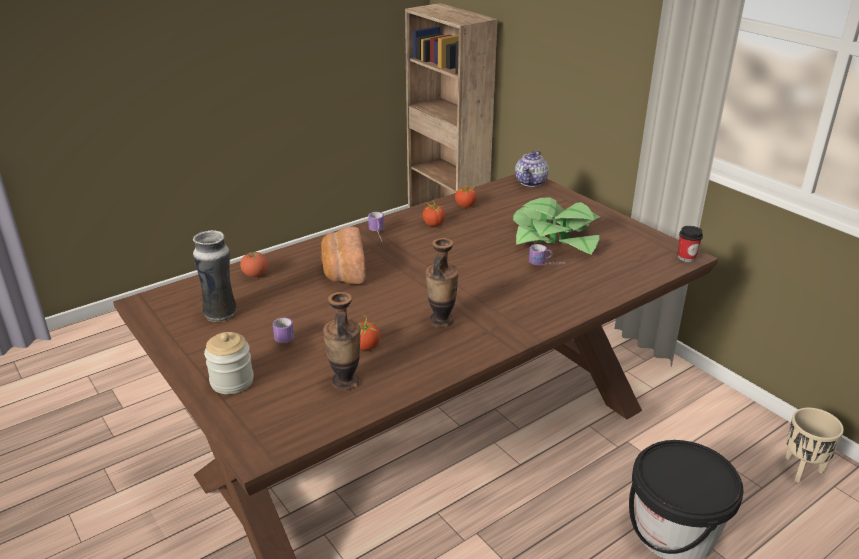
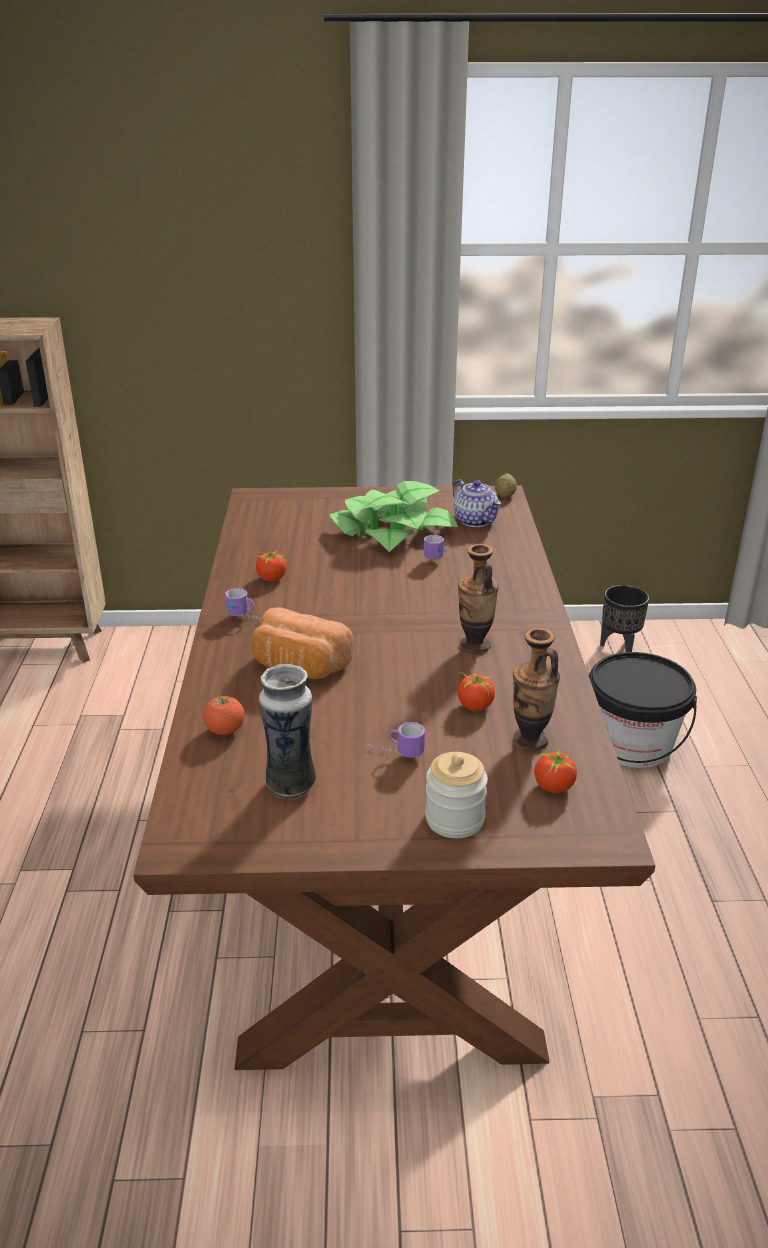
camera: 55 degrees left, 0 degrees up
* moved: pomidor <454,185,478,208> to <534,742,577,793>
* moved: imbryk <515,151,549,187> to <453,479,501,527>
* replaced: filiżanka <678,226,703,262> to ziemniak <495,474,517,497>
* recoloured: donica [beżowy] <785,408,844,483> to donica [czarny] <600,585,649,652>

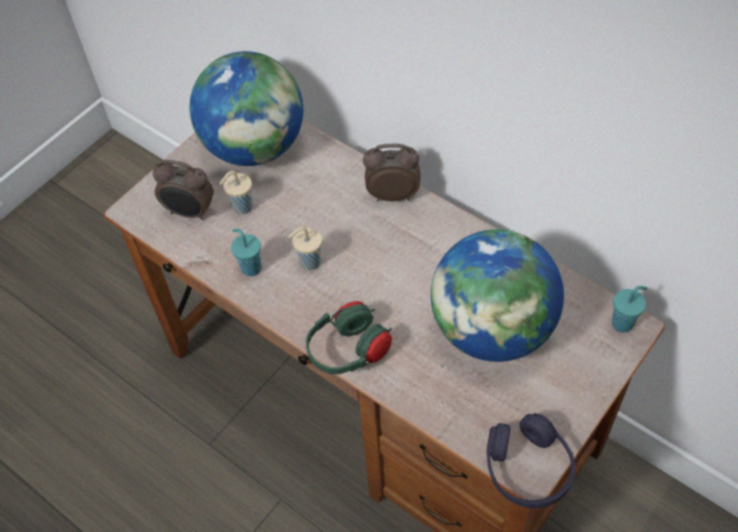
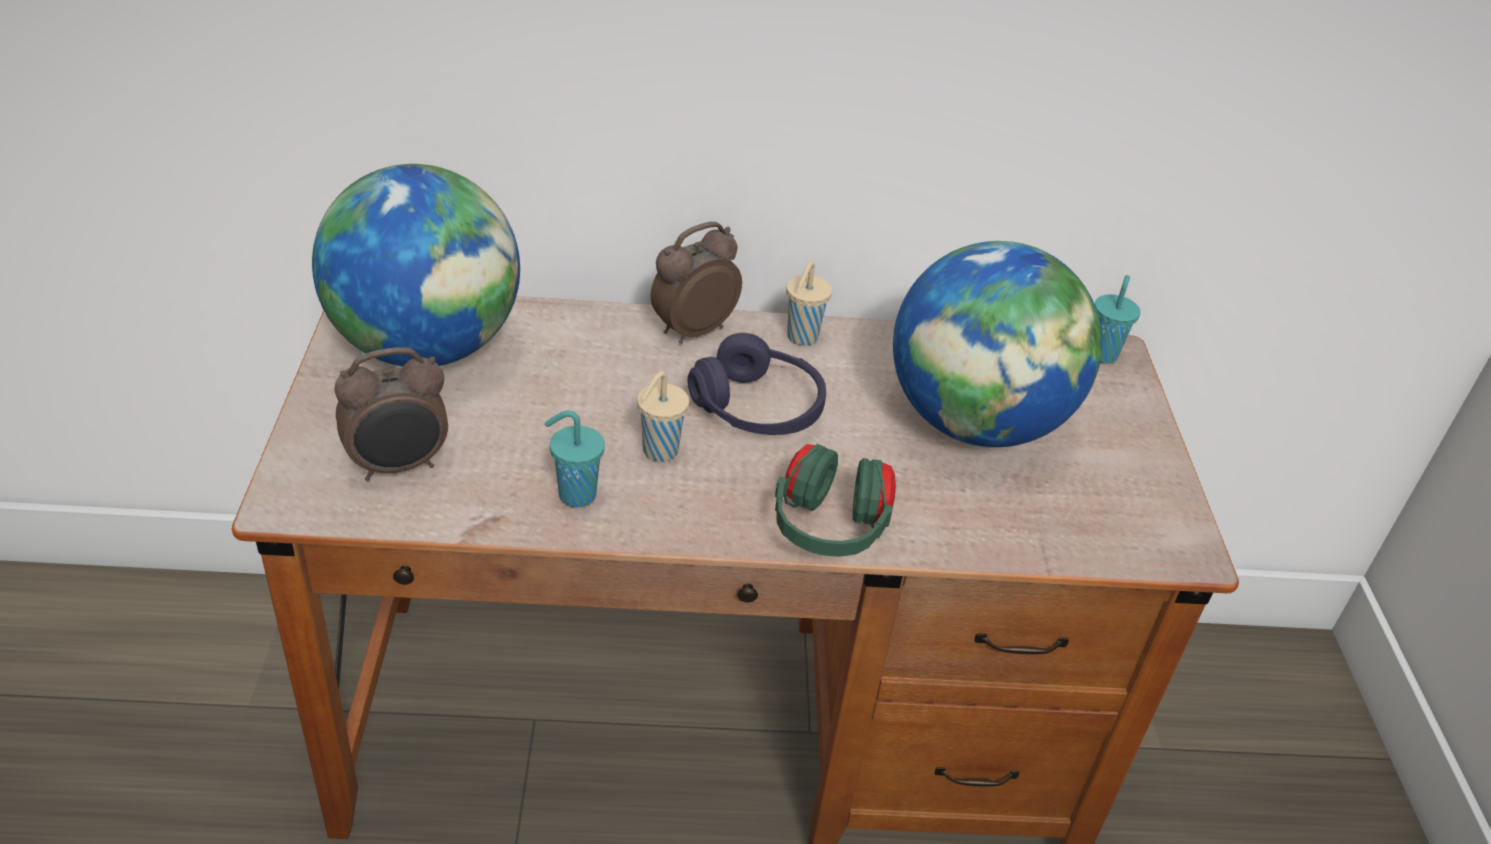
camera: 45 degrees left, 15 degrees down
* moved: filiżanka [beżowy] <220,171,253,214> to <786,261,832,345>
* moved: słuchawki [fioletowy] <486,413,575,508> to <688,333,826,435>

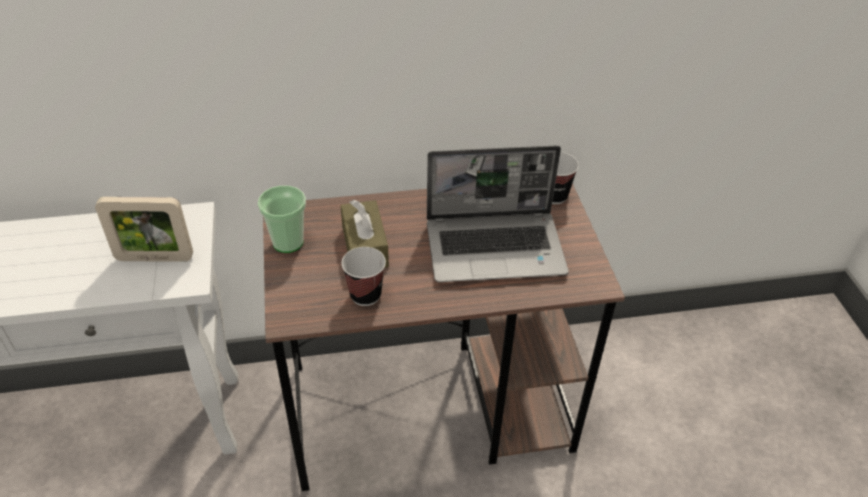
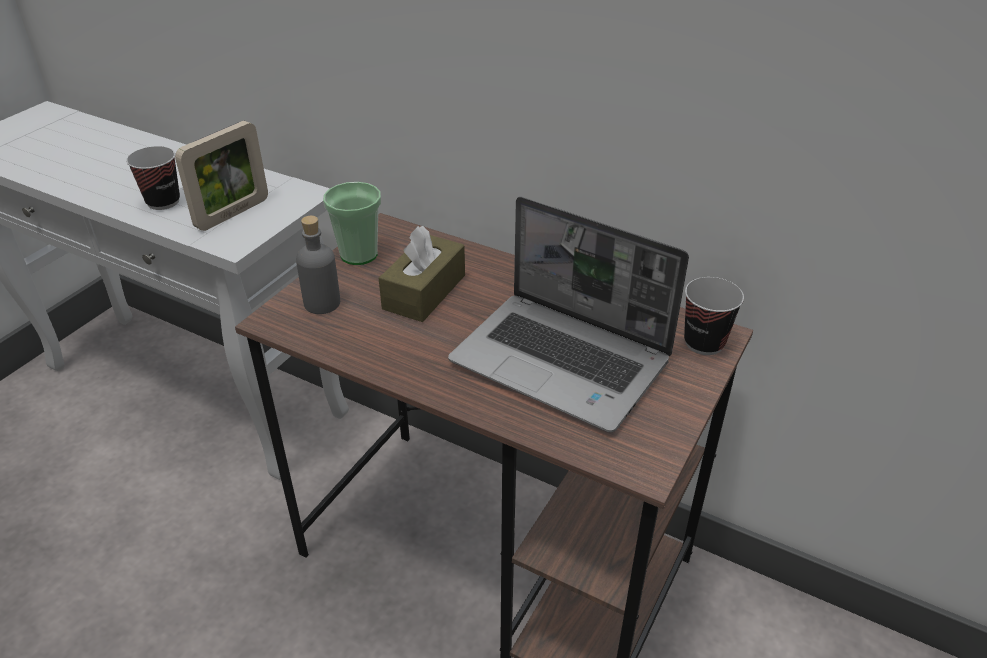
camera: 40 degrees right, 5 degrees down
* added: butelka [szary] <296,216,340,314>
* moved: filiżanka <341,247,386,306> to <126,146,180,210>
* turned: ramka na zdjęcie <95,197,193,262> = <175,121,268,231> 90 degrees counterclockwise

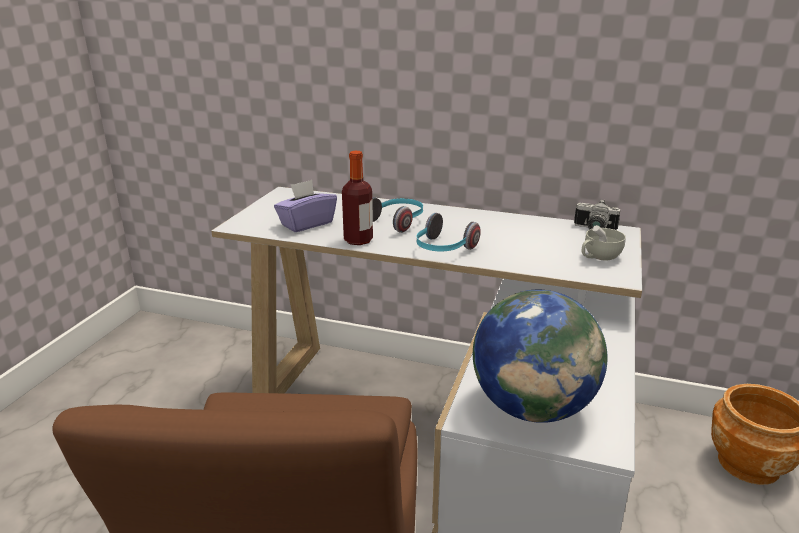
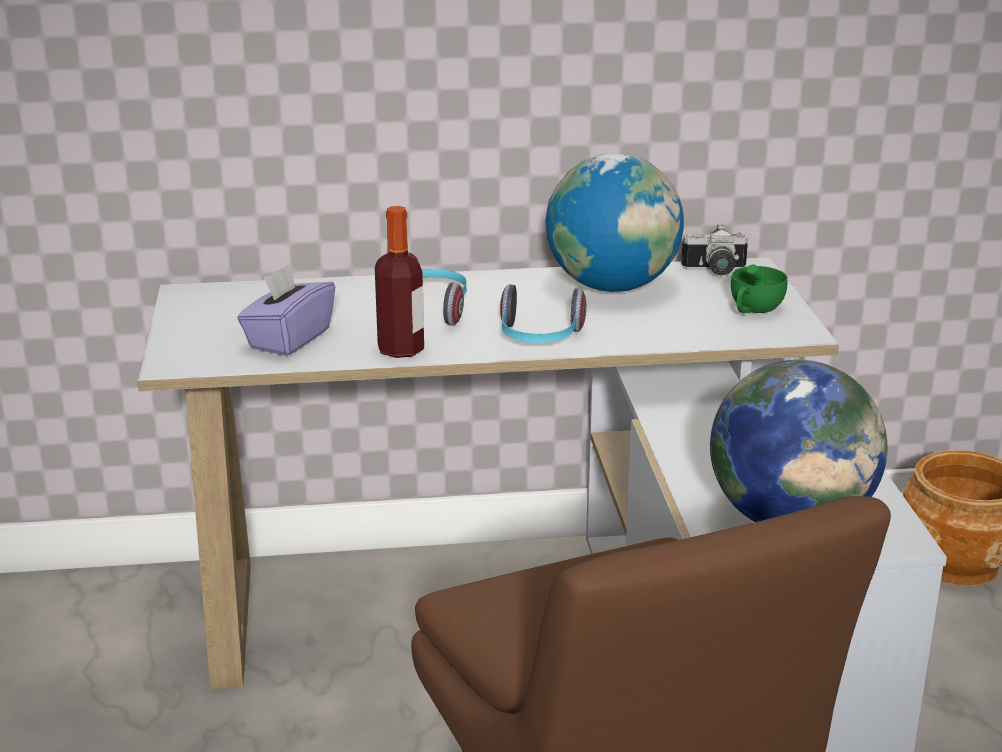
camera: 25 degrees left, 0 degrees up
* added: globus <545,153,684,292>
* recoloured: filiżanka [biały] <582,225,626,261> to filiżanka [zielony] <731,264,788,313>

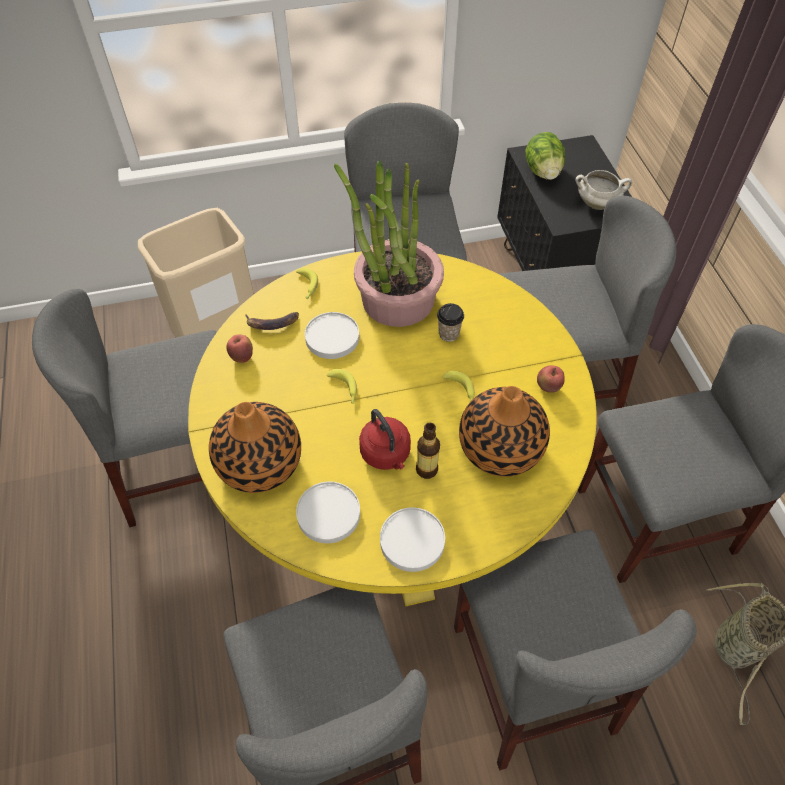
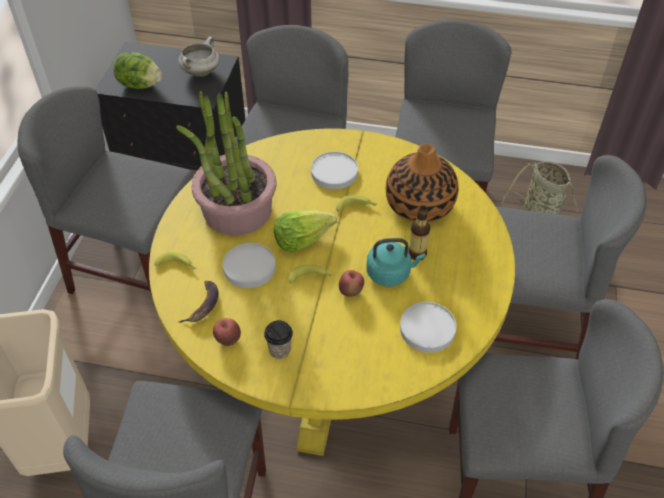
camera: 65 degrees left, 5 degrees down
* removed: wazon <209,402,301,493>
* added: sałata <274,210,337,252>
* moved: talerz [biały] <380,507,445,572> to <311,151,358,189>
* moved: filiżanka <437,303,464,342> to <264,320,293,359>
* moved: jabłko <537,365,565,393> to <339,270,364,297>
* recoloured: czajnik [czerwony] <359,409,411,470> to czajnik [turkusowy] <366,238,426,286>

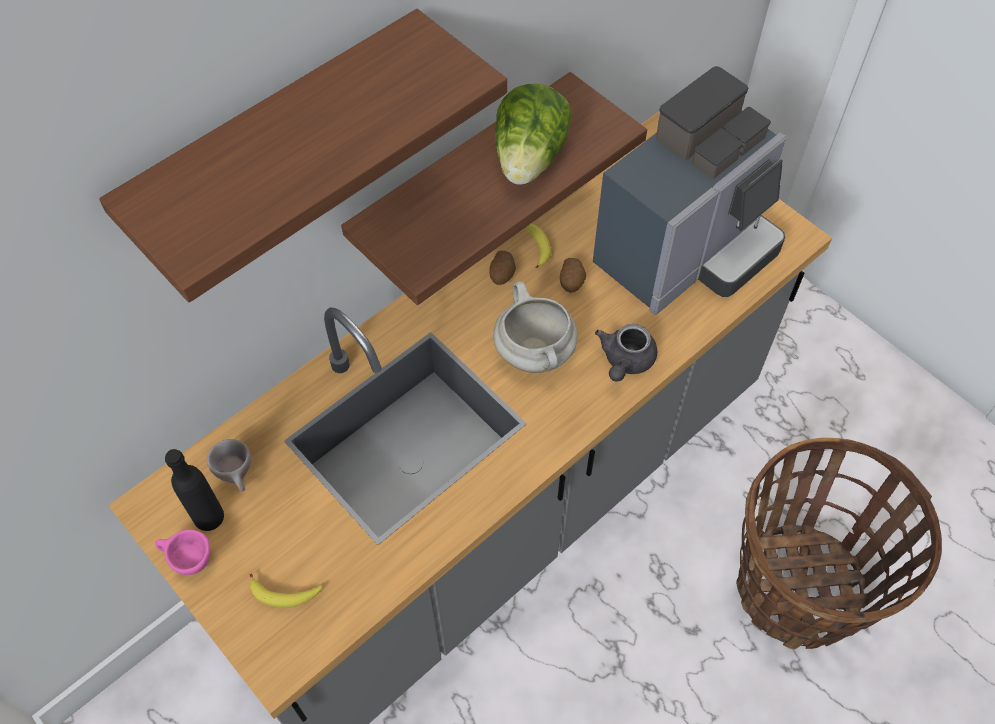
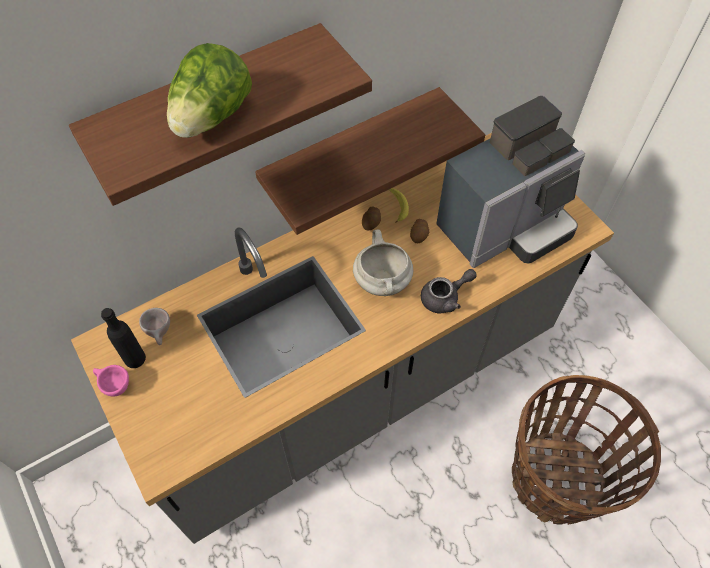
camera: 10 degrees right, 0 degrees up
* removed: banan <250,573,323,608>
* moved: sałata <495,84,572,185> to <167,43,252,138>
* turned: imbryk [szary] <595,324,657,382> = <421,269,476,313> 150 degrees counterclockwise

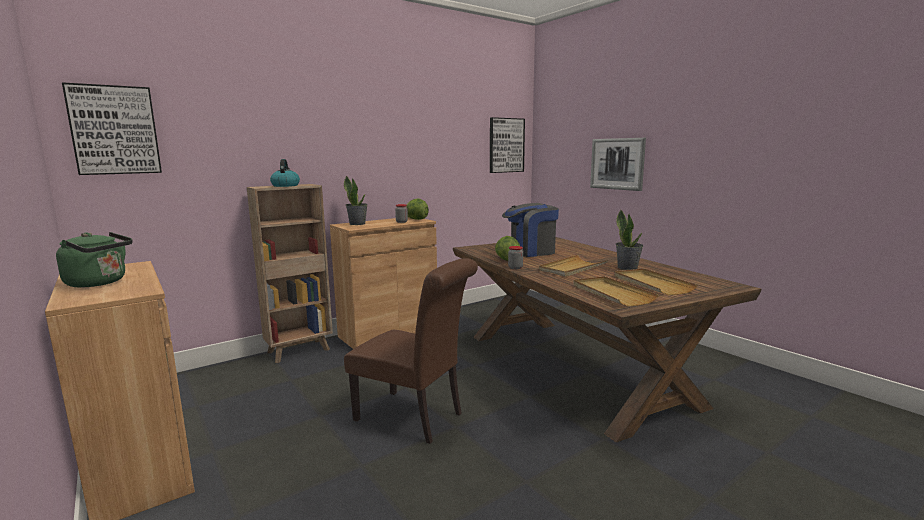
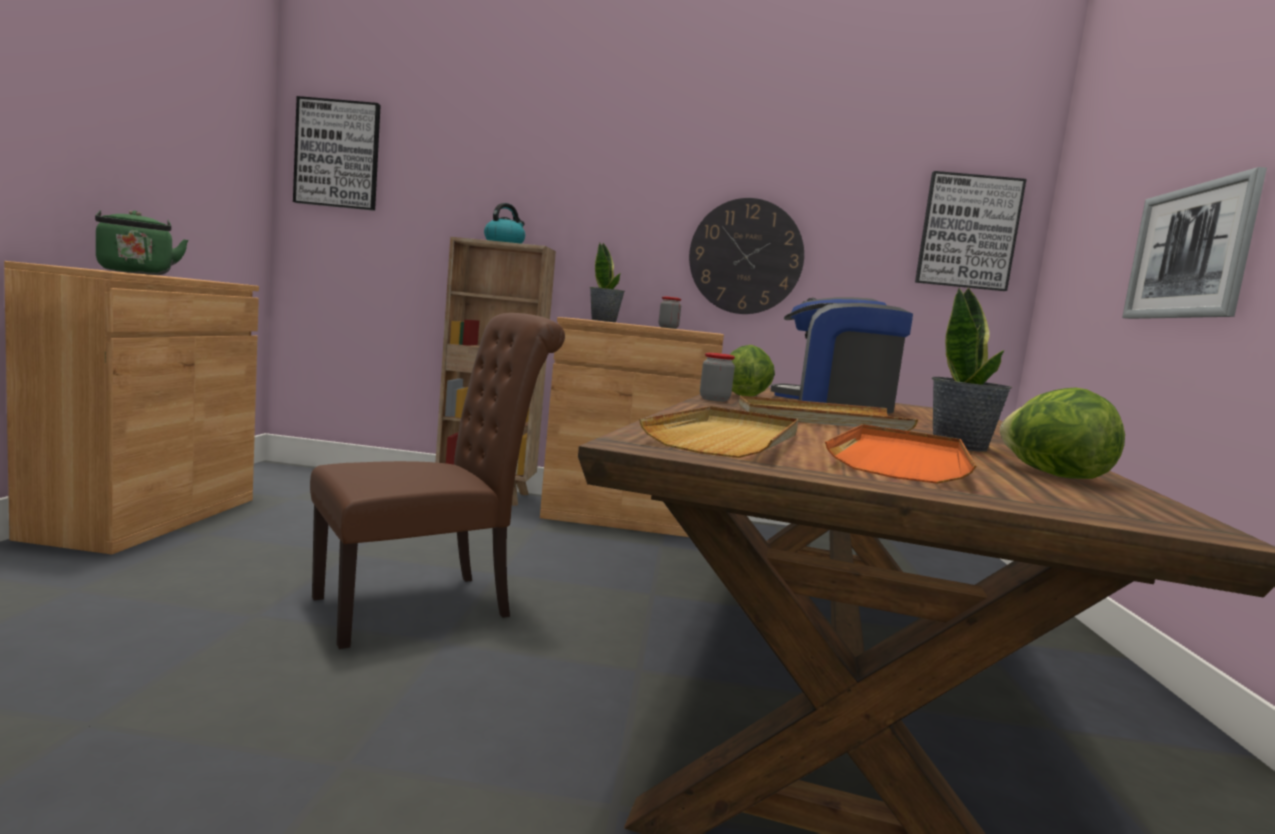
camera: 40 degrees right, 5 degrees down
* added: zegar ścienny <689,198,804,314>
* moved: sałata <406,199,429,220> to <1000,387,1125,479>
* recoloured: taca [beżowy] <615,268,697,295> to taca [pomarańczowy] <825,424,977,484>
* turned: krzesło [brązowy] <344,258,478,444> = <310,313,565,649> 105 degrees counterclockwise

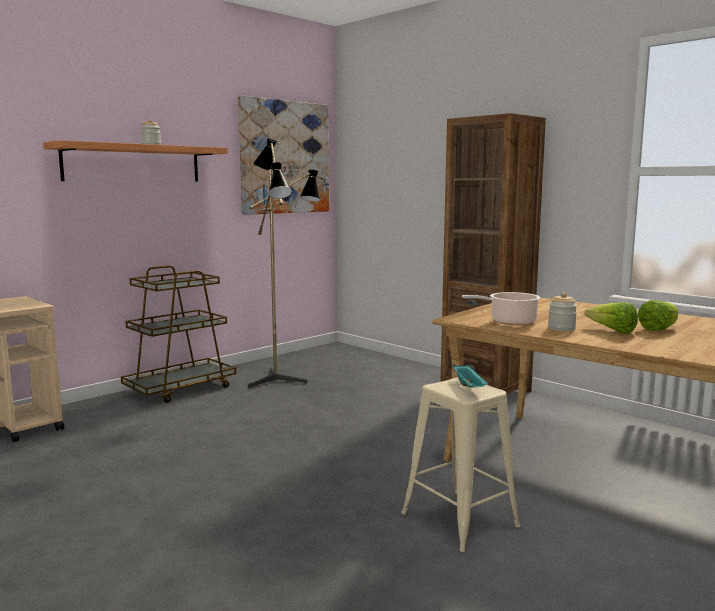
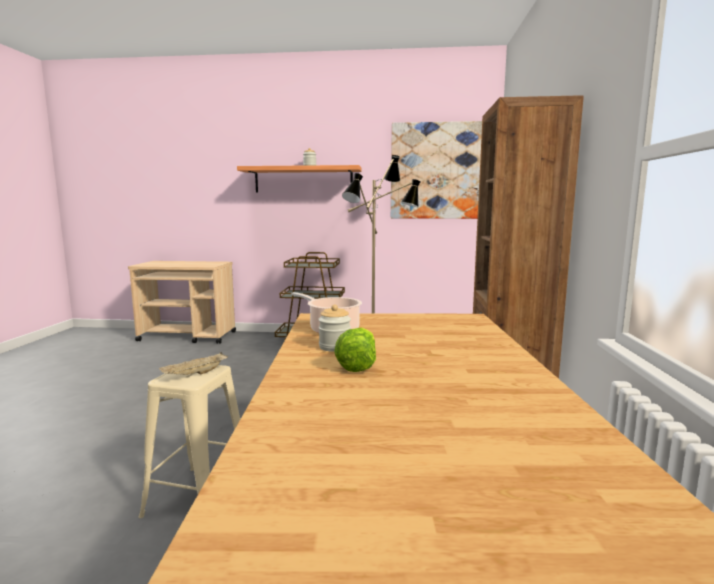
camera: 50 degrees right, 0 degrees up
* removed: sałata <638,300,678,331>
* recoloured: taca [turkusowy] <453,364,489,388> to taca [beżowy] <159,352,228,375>

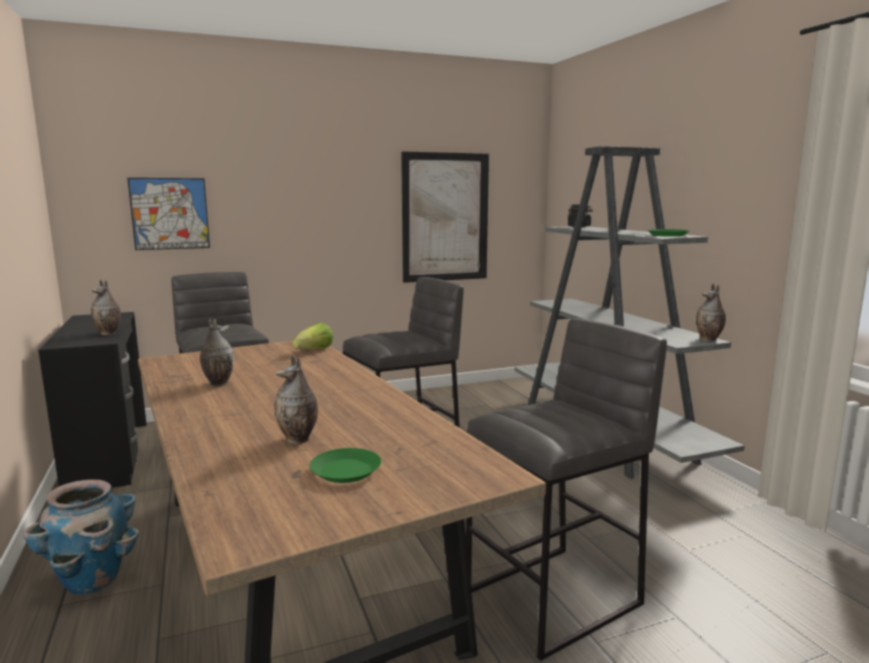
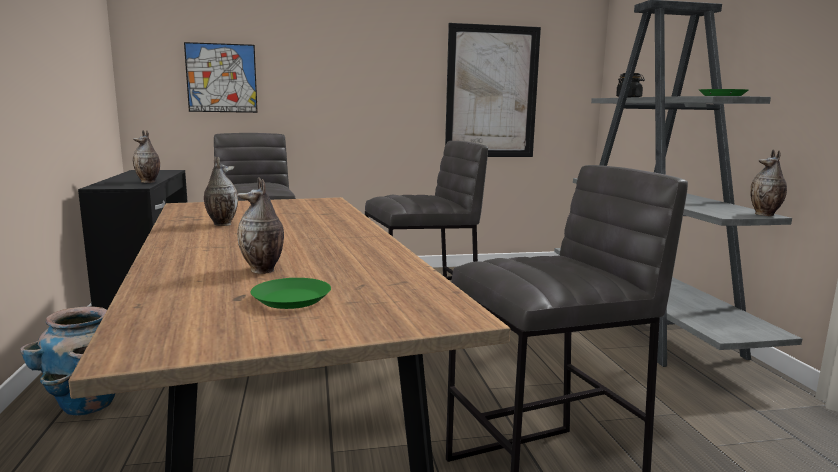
camera: 10 degrees right, 0 degrees up
* removed: sałata <292,322,333,349>

